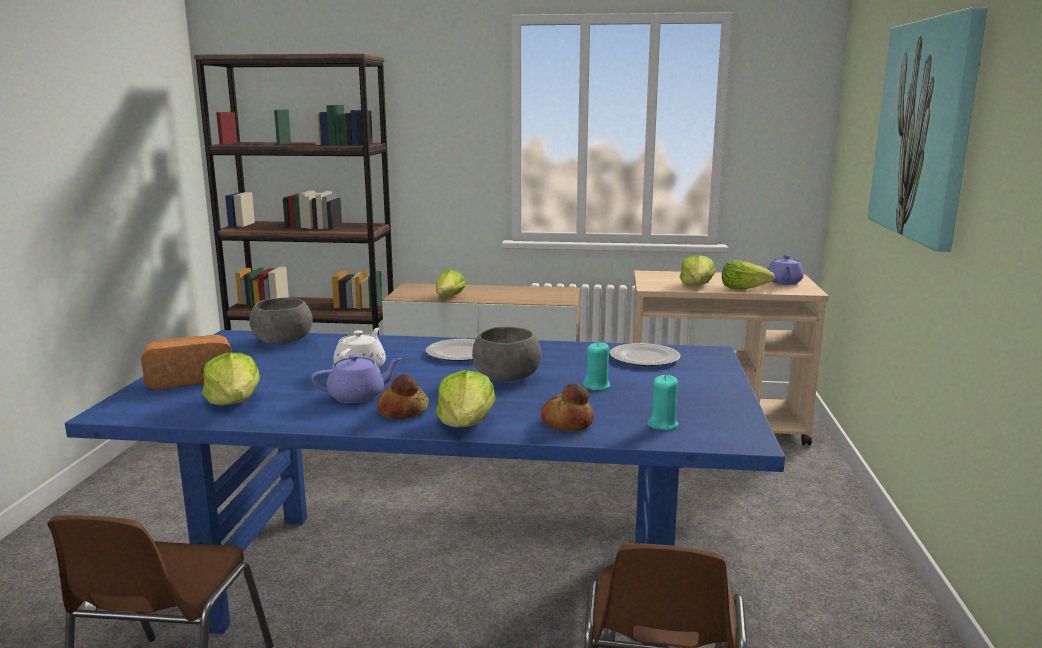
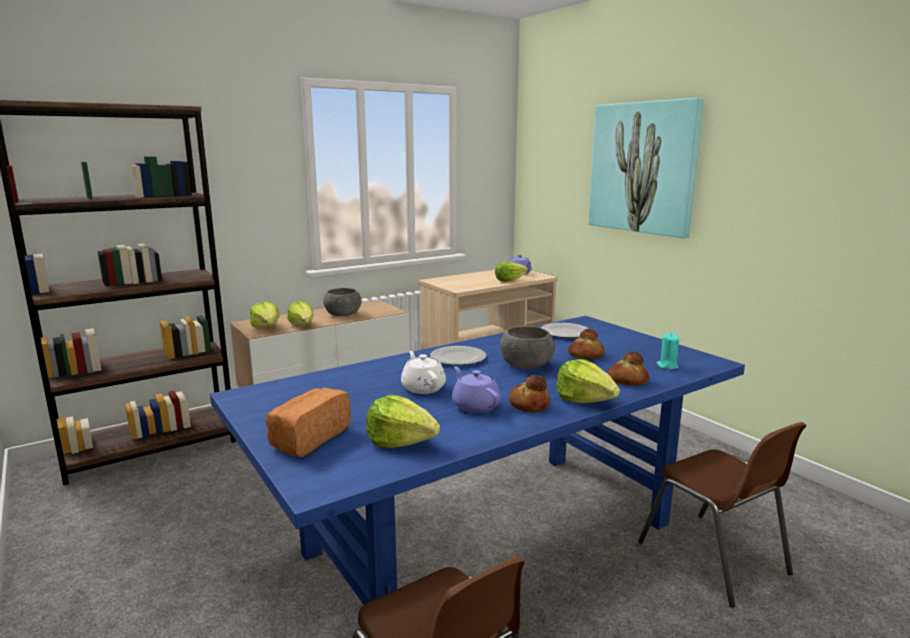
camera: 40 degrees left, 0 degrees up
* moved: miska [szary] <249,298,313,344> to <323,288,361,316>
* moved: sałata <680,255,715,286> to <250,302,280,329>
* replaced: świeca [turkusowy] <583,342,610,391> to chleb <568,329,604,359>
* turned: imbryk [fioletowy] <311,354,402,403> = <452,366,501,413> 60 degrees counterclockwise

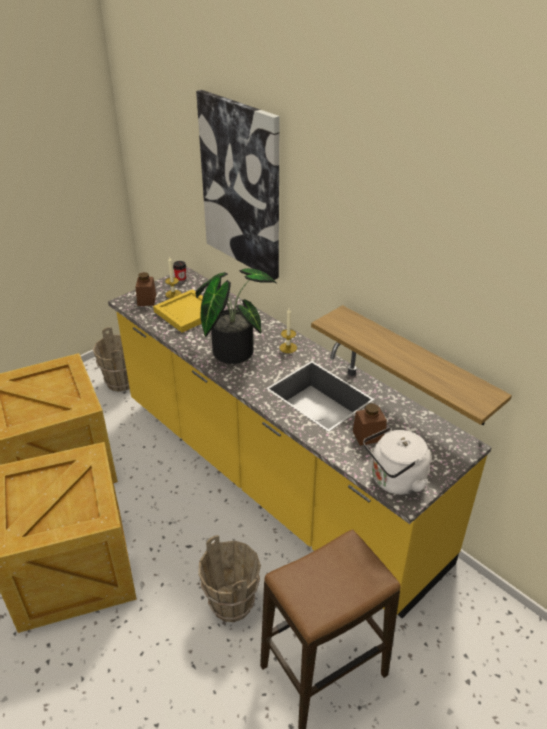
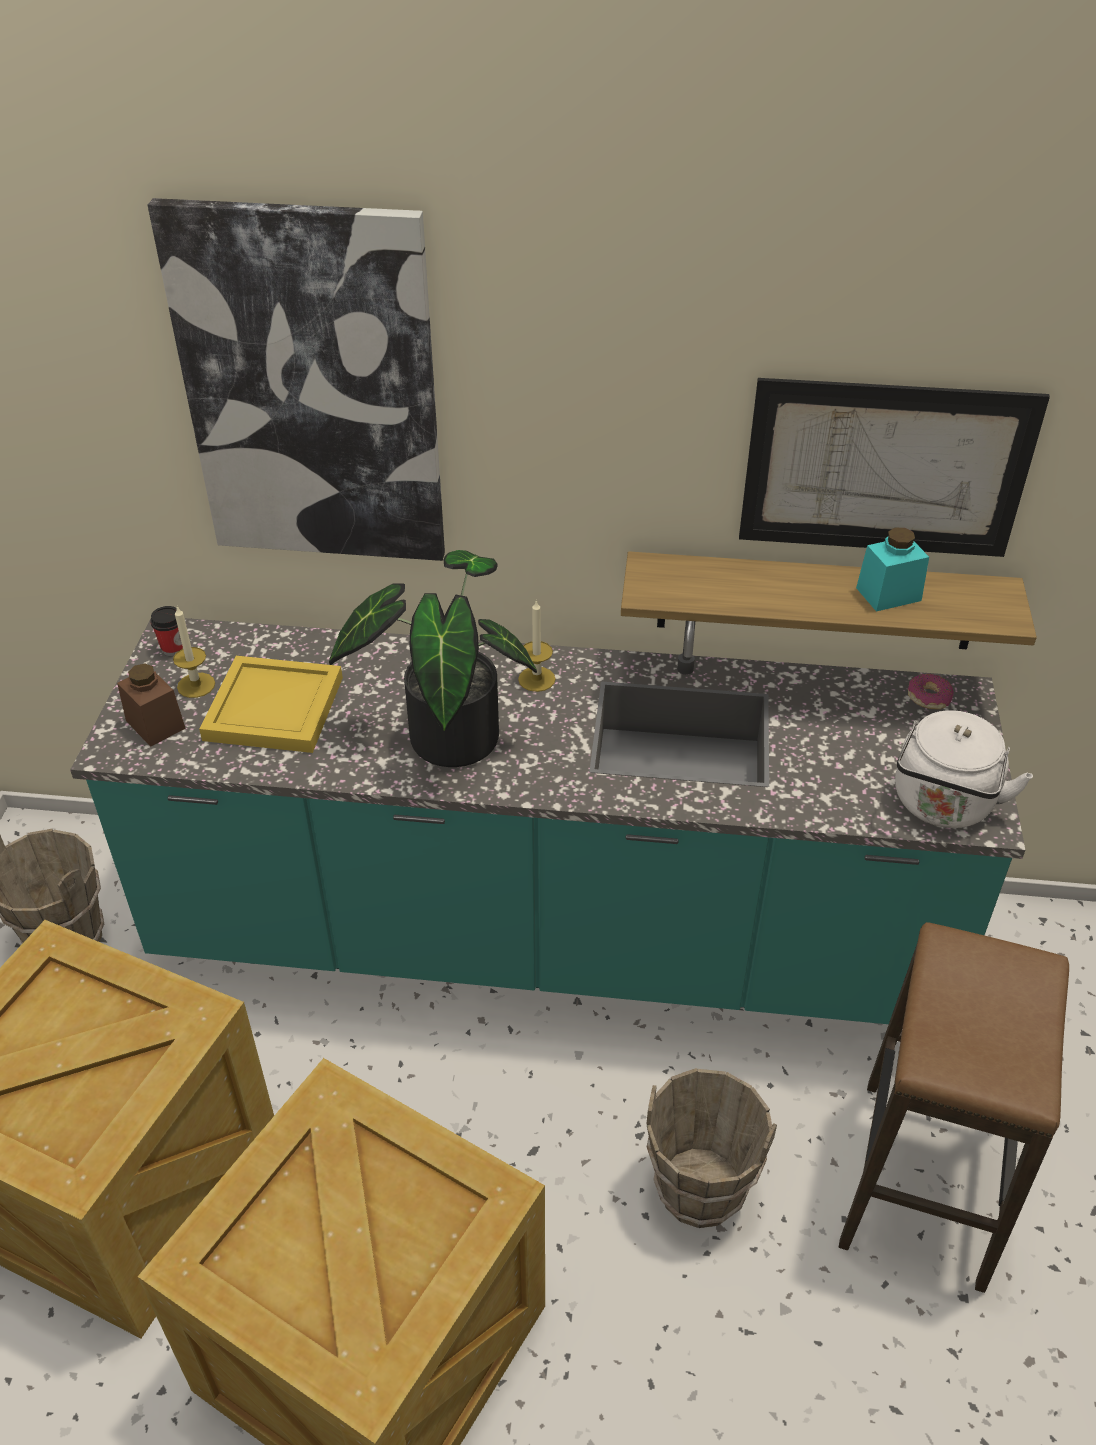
camera: 40 degrees left, 5 degrees up
* removed: słoik [brązowy] <353,403,387,446>
* added: obraz <739,378,1050,557>
* added: słoik [turkusowy] <856,528,929,612>
* added: donut <908,674,954,709>
* recoloured: zabudowa kuchenna [żółty] <108,267,492,618> to zabudowa kuchenna [turkusowy] <70,618,1025,1024>

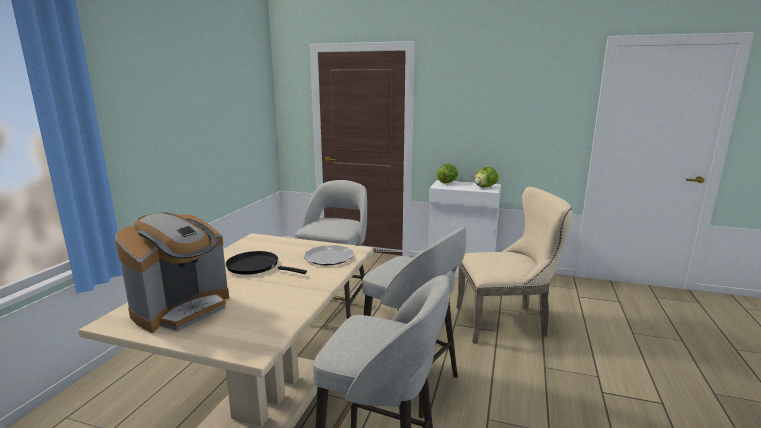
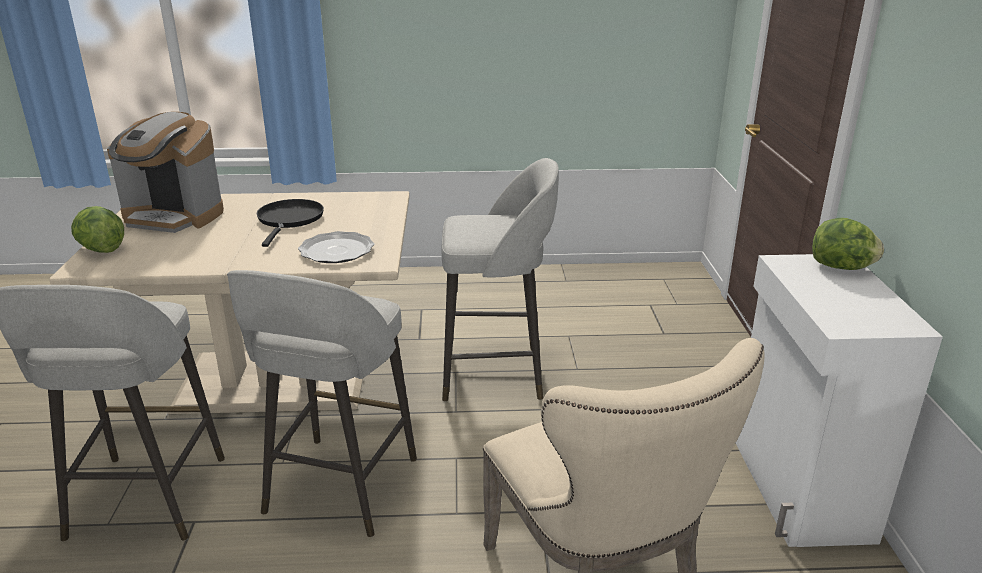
camera: 70 degrees right, 10 degrees up
* moved: sałata <475,167,499,187> to <71,206,124,253>

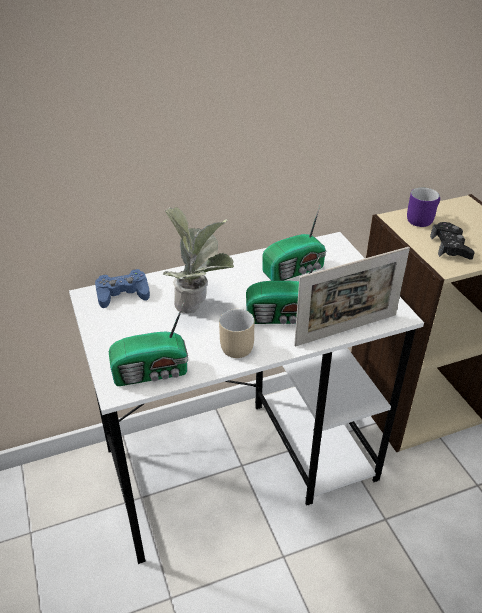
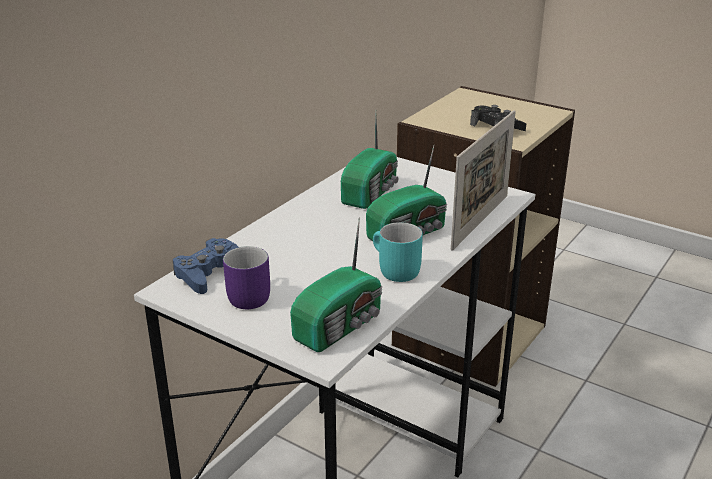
camera: 35 degrees left, 10 degrees down
* removed: roślina doniczkowa <163,207,234,313>
* moved: kubek [fioletowy] <407,188,440,227> to <223,246,270,309>
* recoloured: kubek [beżowy] <219,309,254,358> to kubek [turkusowy] <373,222,423,282>

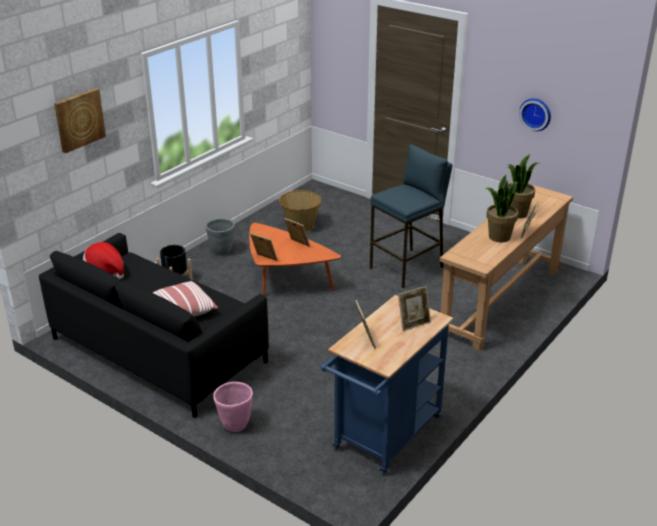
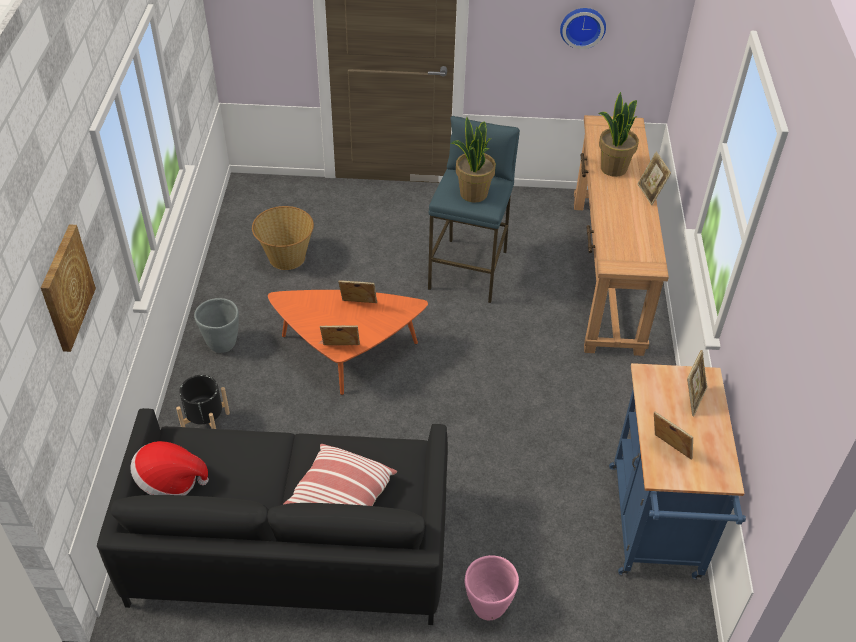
camera: 35 degrees left, 15 degrees up
* moved: roślina doniczkowa <486,175,518,242> to <451,117,496,203>

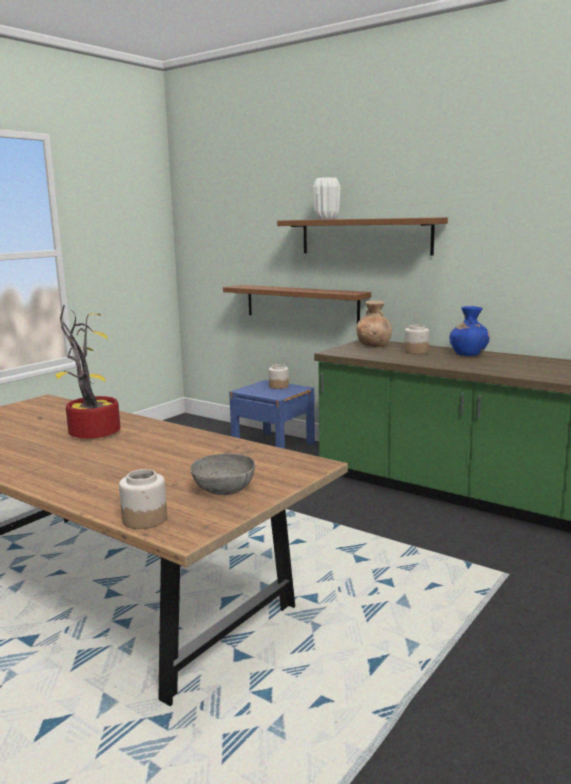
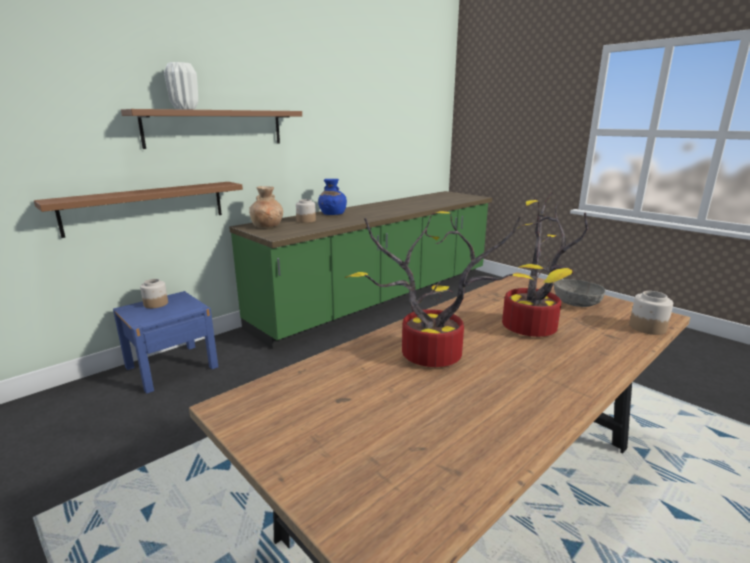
camera: 80 degrees left, 5 degrees up
* added: roślina doniczkowa <502,192,588,337>

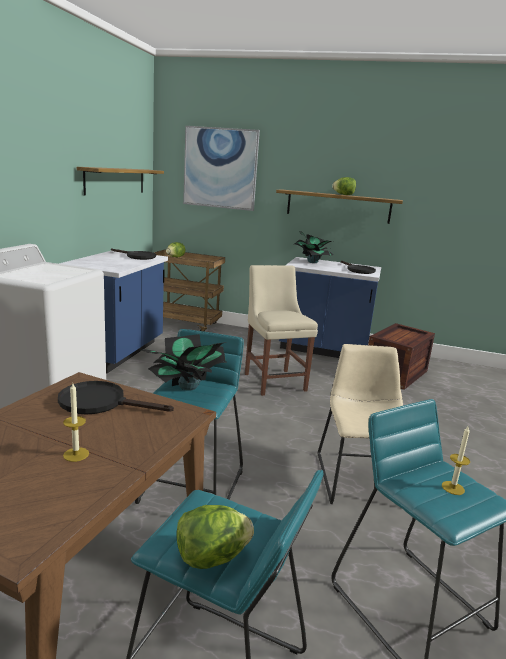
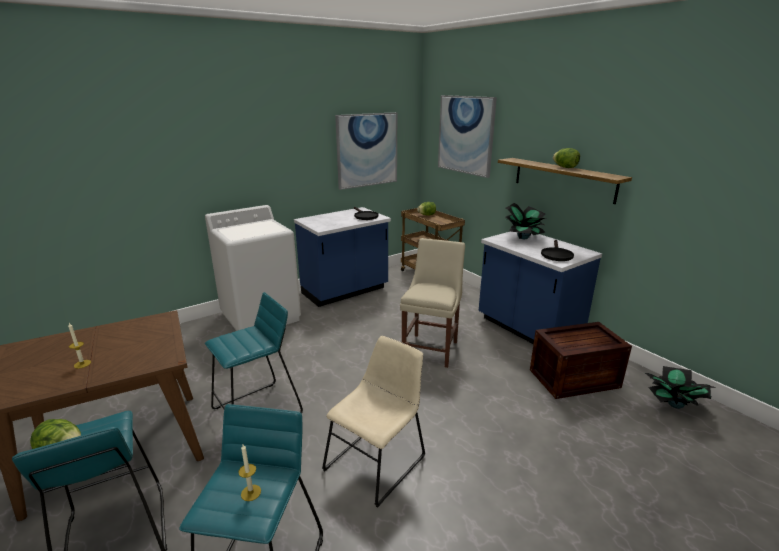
camera: 40 degrees right, 5 degrees up
* removed: patelnia [czarny] <58,381,174,414>
* moved: roślina doniczkowa <140,334,228,391> to <645,366,715,409>
* replaced: półka <77,167,164,196> to obraz <335,112,397,190>

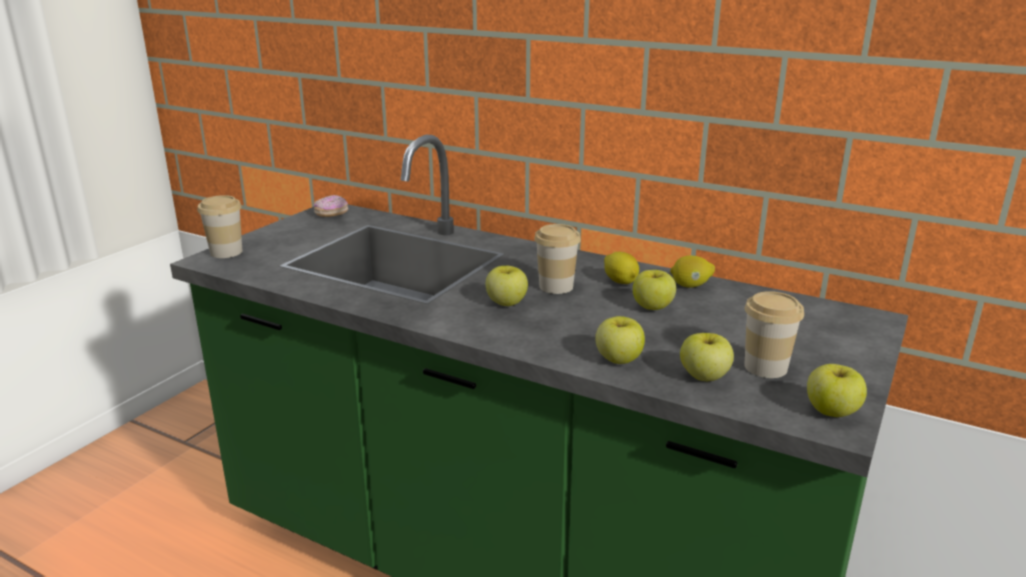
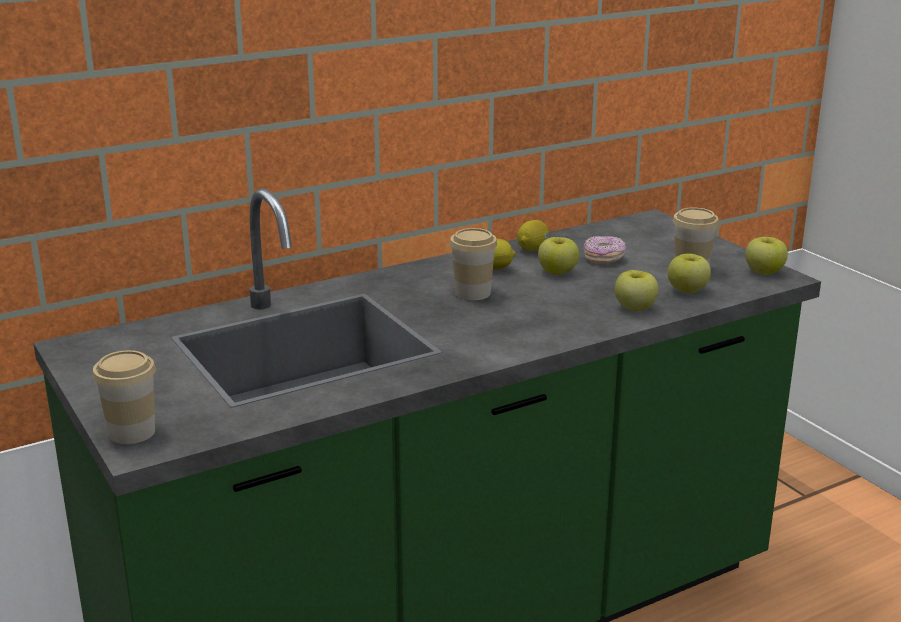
camera: 60 degrees left, 0 degrees up
* removed: jabłko <486,266,528,306>
* moved: donut <314,195,348,217> to <584,236,626,264>

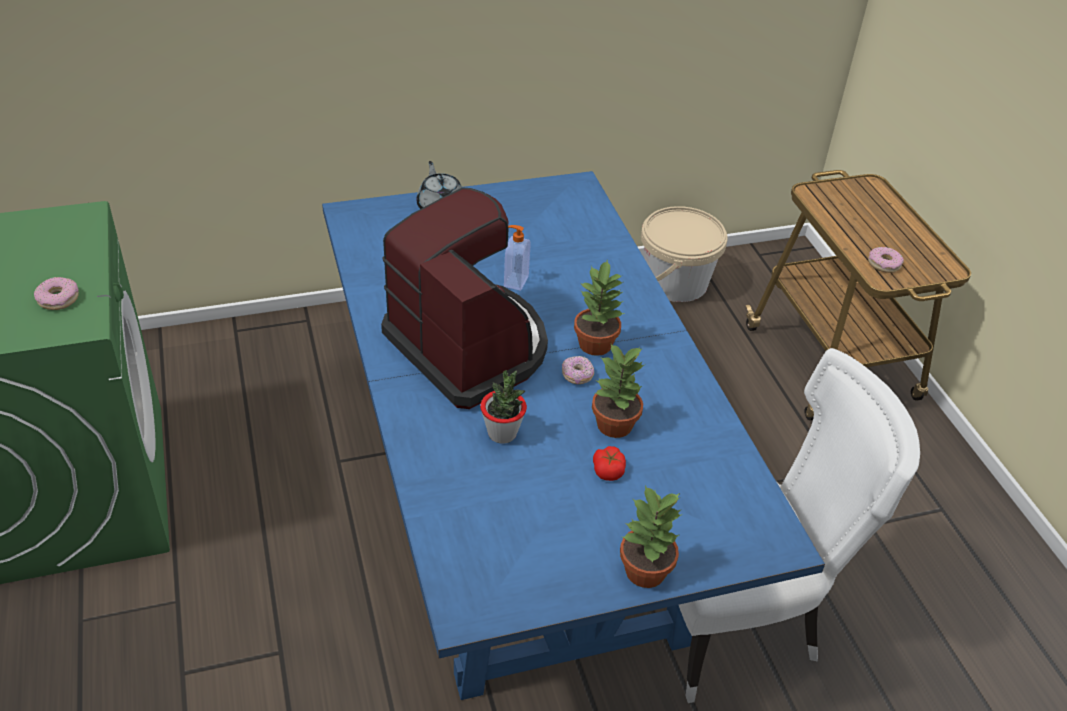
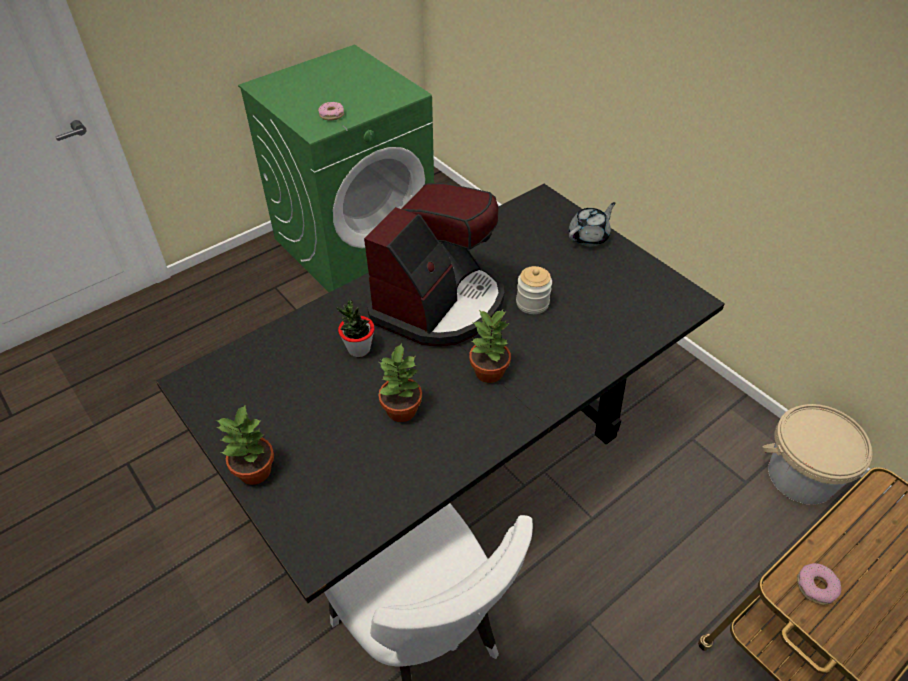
camera: 70 degrees right, 5 degrees up
* removed: donut <562,356,594,384>
* removed: pomidor <593,446,626,481>
* replaced: dozownik mydła <504,225,531,291> to słoik <516,266,552,314>
* recoloured: stół jadalny [niebieski] <322,171,825,700> to stół jadalny [czarny] <156,184,725,603>

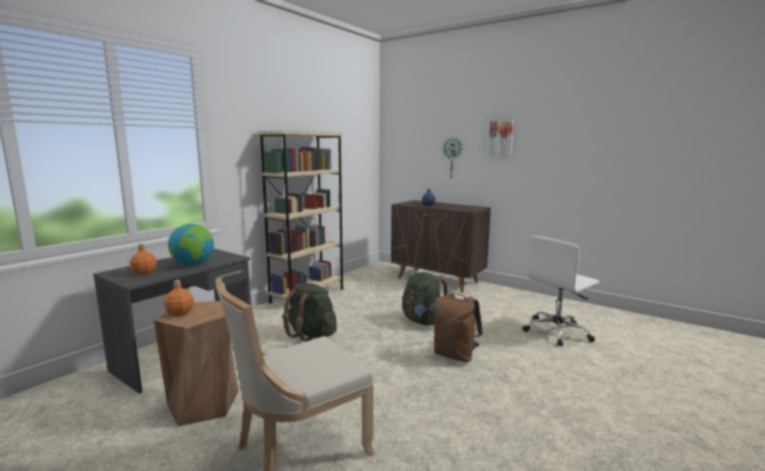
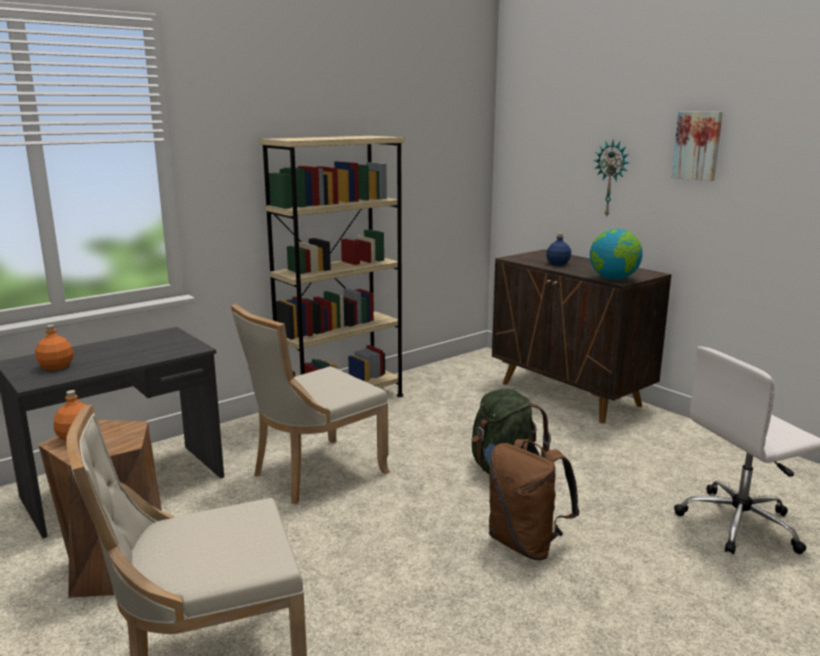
camera: 15 degrees right, 5 degrees up
* moved: globus <168,224,214,266> to <590,229,643,280>
* replaced: plecak [zielony] <282,283,337,342> to krzesło [beżowy] <231,304,390,504>

